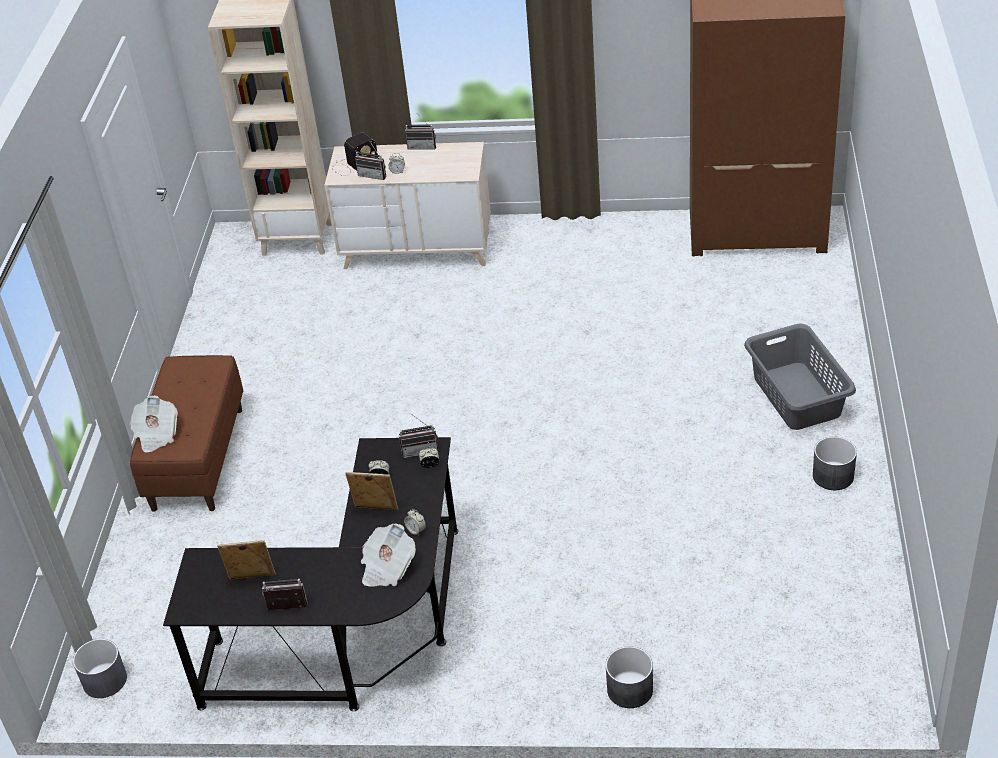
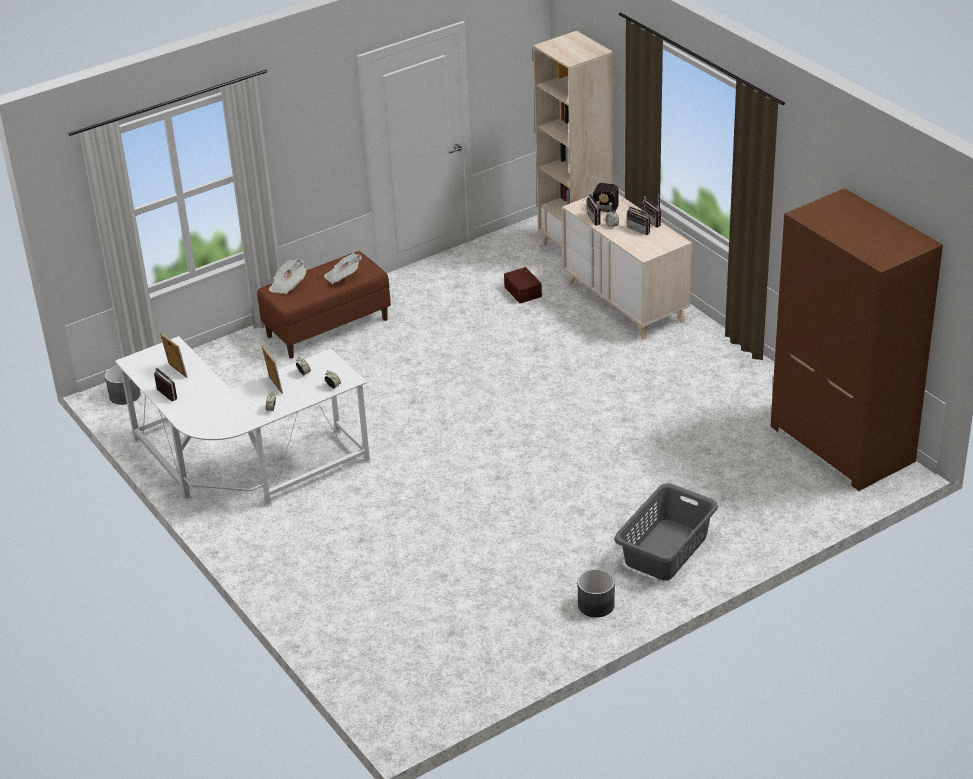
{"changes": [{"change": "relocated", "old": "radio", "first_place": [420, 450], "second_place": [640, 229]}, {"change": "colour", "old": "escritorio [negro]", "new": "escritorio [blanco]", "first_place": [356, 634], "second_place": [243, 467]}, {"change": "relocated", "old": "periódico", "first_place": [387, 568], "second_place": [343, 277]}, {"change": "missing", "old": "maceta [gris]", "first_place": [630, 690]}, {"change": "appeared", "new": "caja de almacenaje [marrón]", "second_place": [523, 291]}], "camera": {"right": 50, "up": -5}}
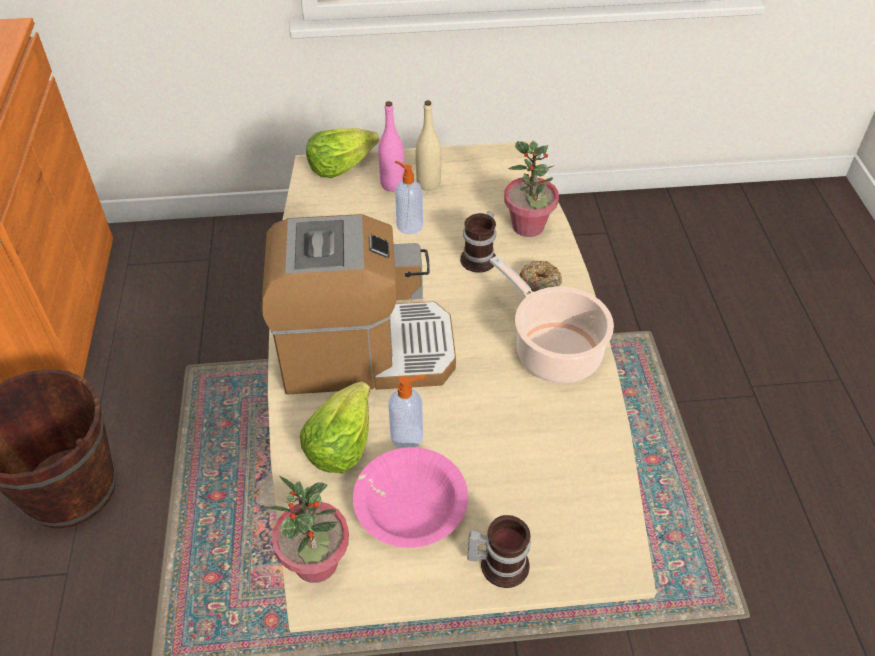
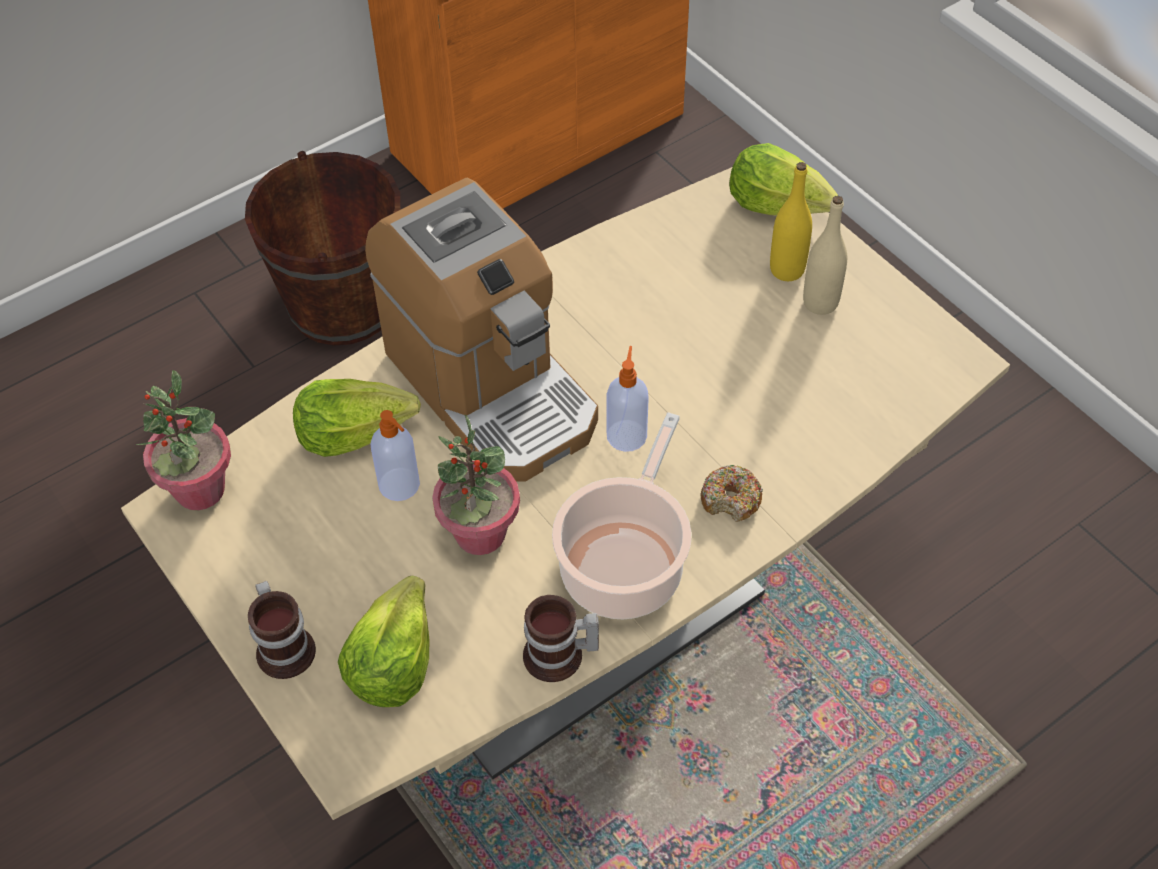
{"changes": [{"change": "colour", "old": "botella [rosa]", "new": "botella [amarillo]", "first_place": [392, 185], "second_place": [787, 270]}, {"change": "relocated", "old": "planta en maceta", "first_place": [528, 226], "second_place": [480, 534]}, {"change": "relocated", "old": "dispensador de jabón", "first_place": [408, 225], "second_place": [626, 434]}, {"change": "relocated", "old": "taza grande", "first_place": [481, 257], "second_place": [559, 658]}, {"change": "missing", "old": "cuenco [rosa]", "first_place": [410, 506]}, {"change": "appeared", "new": "lechuga", "second_place": [392, 661]}], "camera": {"right": 60, "up": 5}}
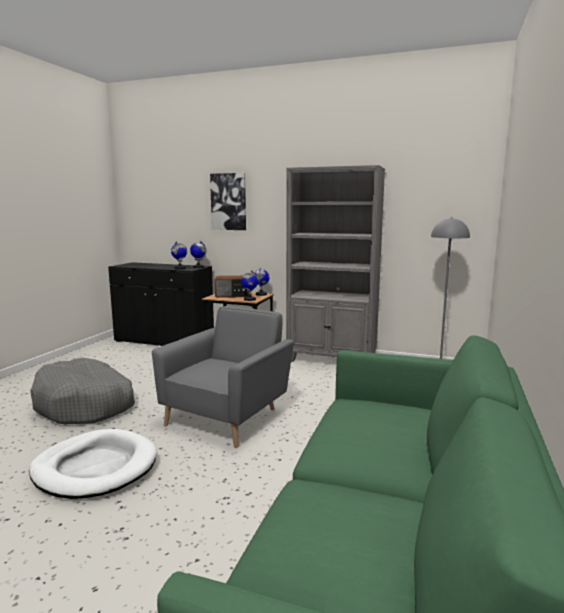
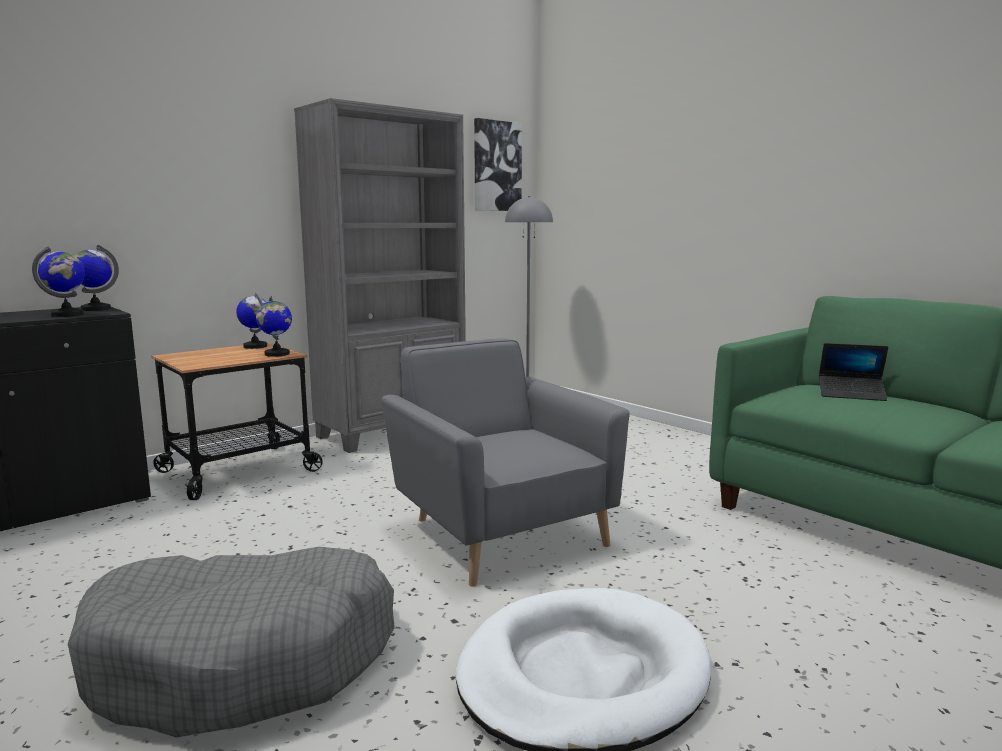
{"changes": [{"change": "relocated", "old": "cuadro", "first_place": [228, 202], "second_place": [496, 166]}, {"change": "missing", "old": "radio", "first_place": [232, 295]}, {"change": "appeared", "new": "portátil", "second_place": [851, 394]}], "camera": {"right": -60, "up": 0}}
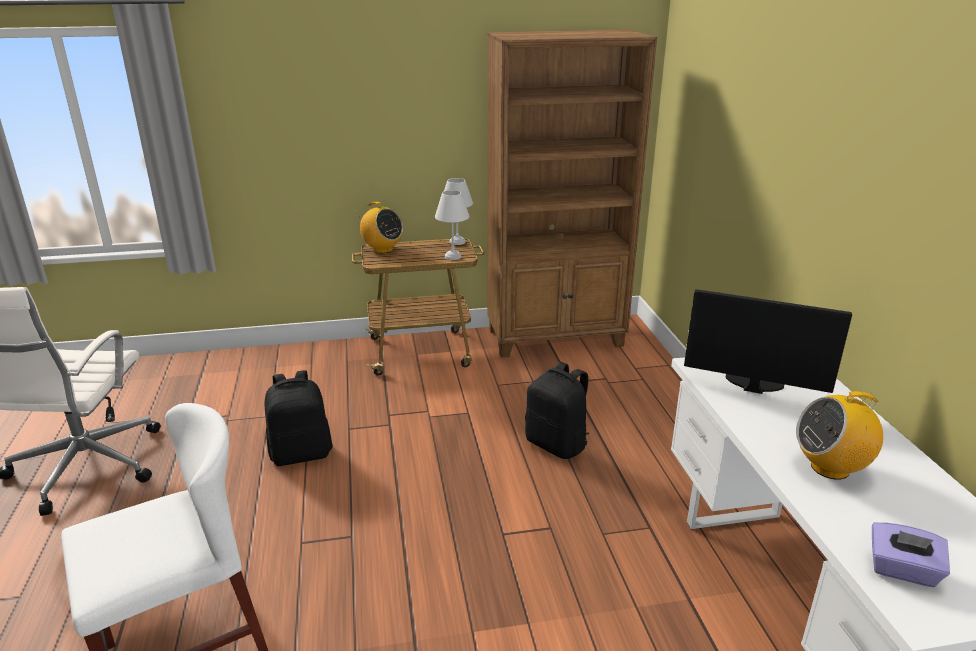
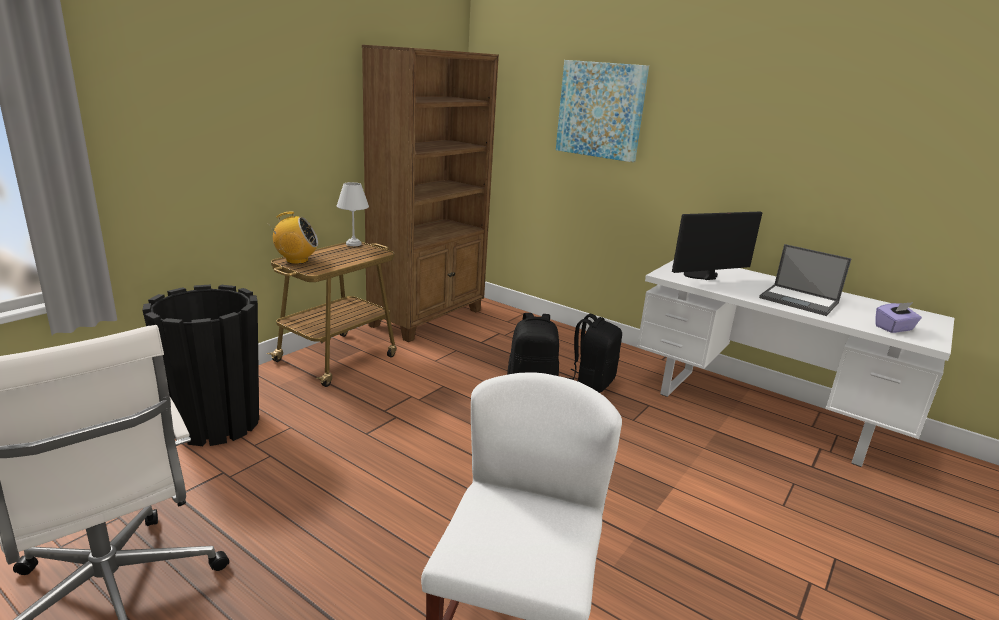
{"changes": [{"change": "missing", "old": "lámpara de mesa [blanco]", "first_place": [453, 256]}, {"change": "relocated", "old": "mochila [negro]", "first_place": [301, 453], "second_place": [591, 383]}, {"change": "exchanged", "old": "radio", "new": "portátil", "first_place": [830, 467], "second_place": [800, 300]}, {"change": "appeared", "new": "cuadro", "second_place": [600, 110]}, {"change": "appeared", "new": "maceta [negro]", "second_place": [216, 423]}], "camera": {"right": -45, "up": -5}}
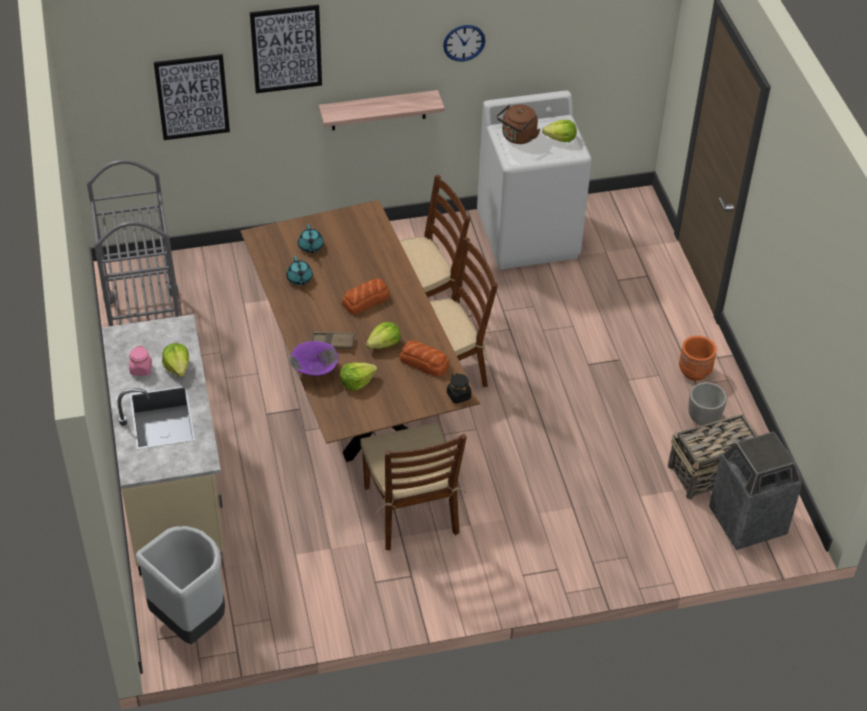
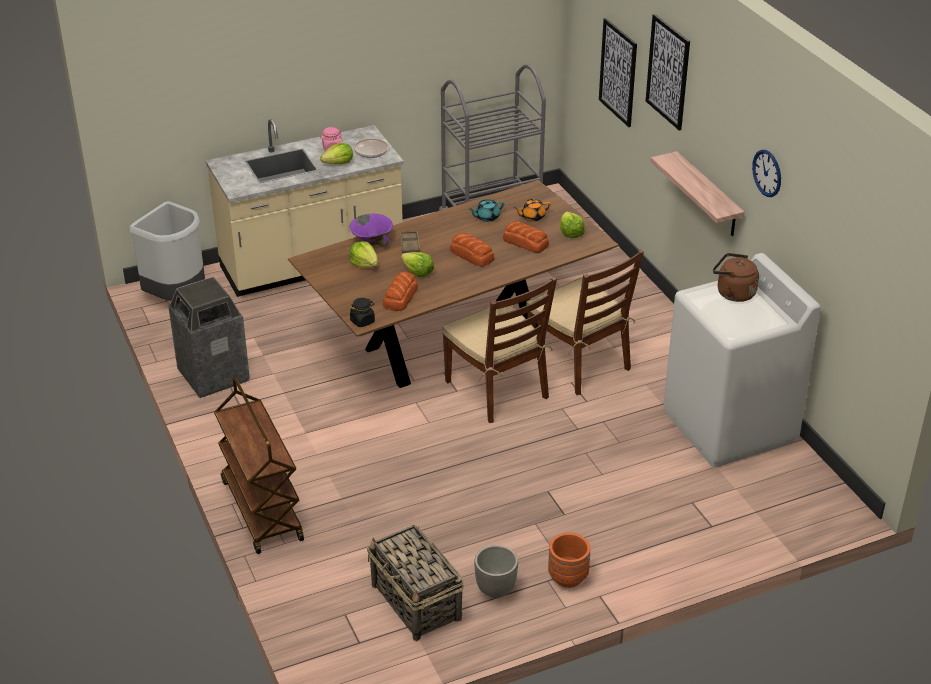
{"changes": [{"change": "relocated", "old": "lechuga", "first_place": [560, 139], "second_place": [570, 233]}, {"change": "colour", "old": "tetera [turquesa]", "new": "tetera [naranja]", "first_place": [310, 247], "second_place": [532, 217]}, {"change": "missing", "old": "silla [marrón]", "first_place": [411, 510]}, {"change": "relocated", "old": "papelera", "first_place": [747, 522], "second_place": [213, 375]}, {"change": "appeared", "new": "sartén", "second_place": [370, 150]}, {"change": "appeared", "new": "pan", "second_place": [525, 242]}, {"change": "appeared", "new": "carrito [marrón]", "second_place": [261, 509]}], "camera": {"right": 80, "up": -10}}
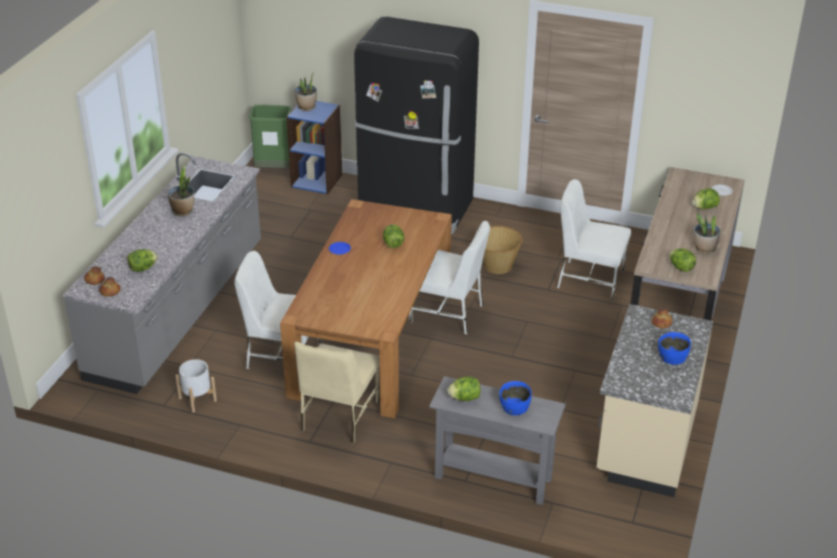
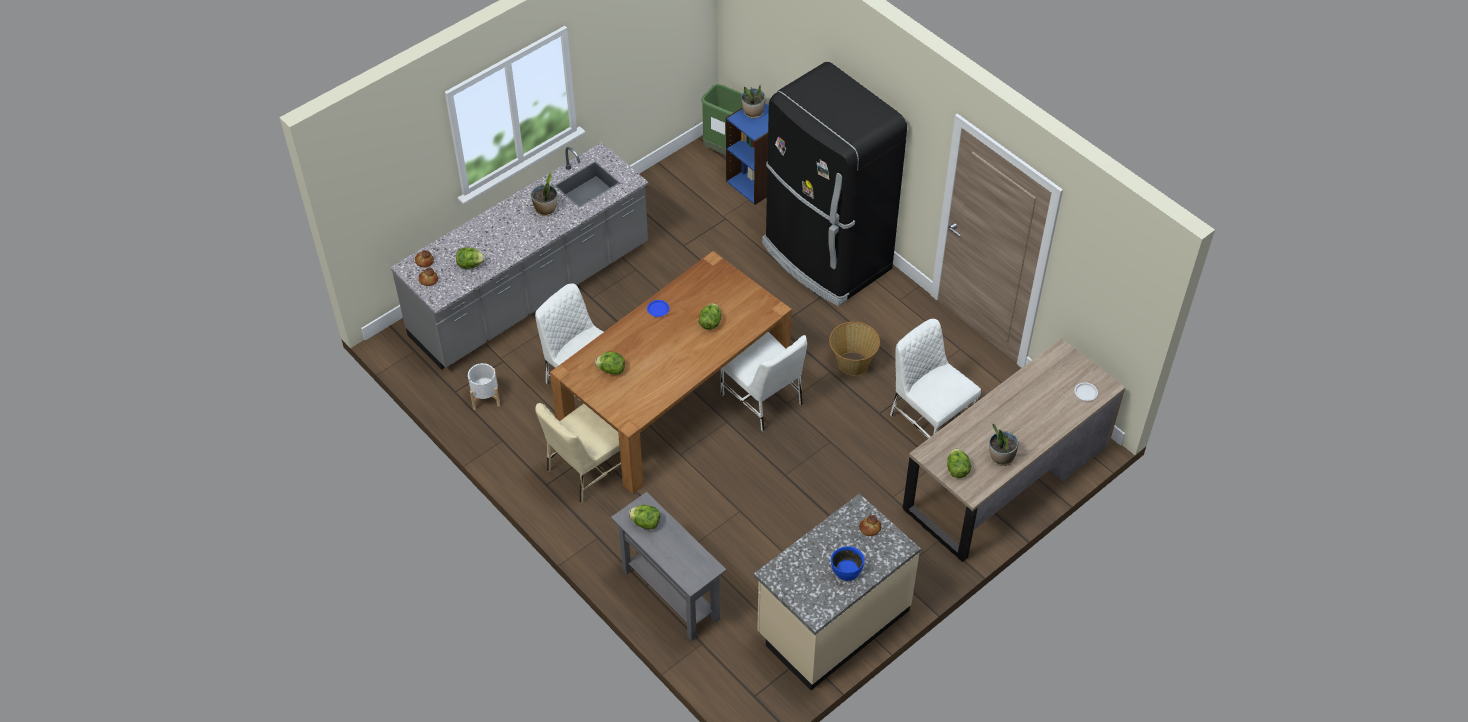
{"changes": [{"change": "relocated", "old": "lechuga", "first_place": [704, 208], "second_place": [611, 370]}, {"change": "missing", "old": "cuenco [azul]", "first_place": [514, 407]}], "camera": {"right": 30, "up": 15}}
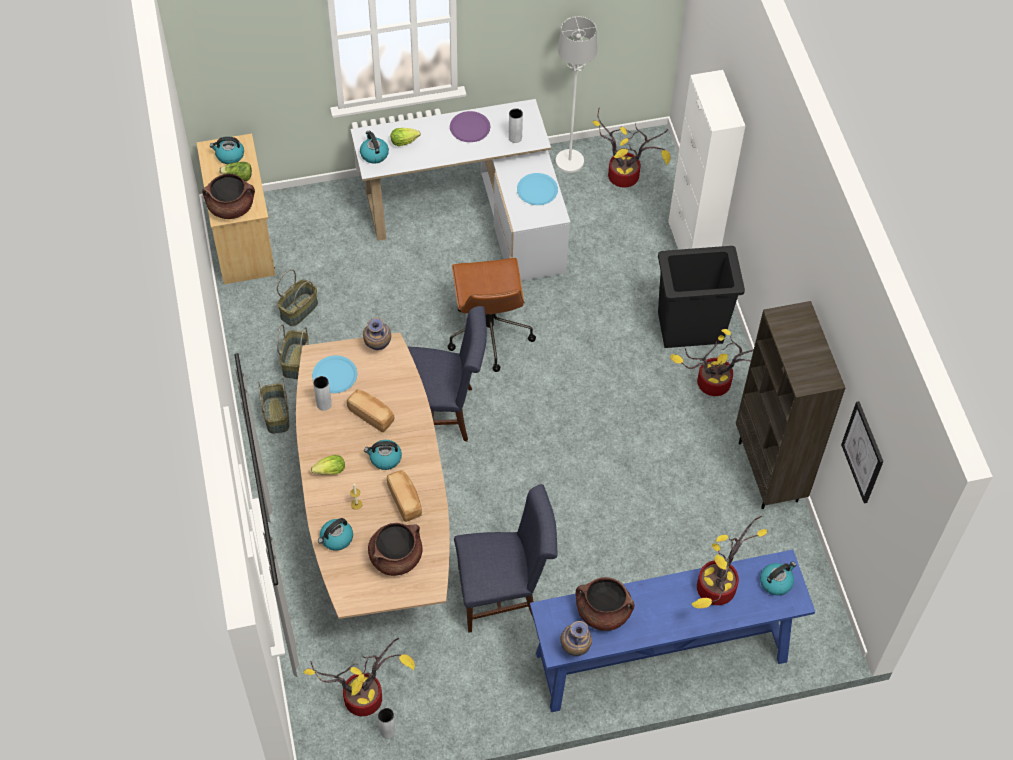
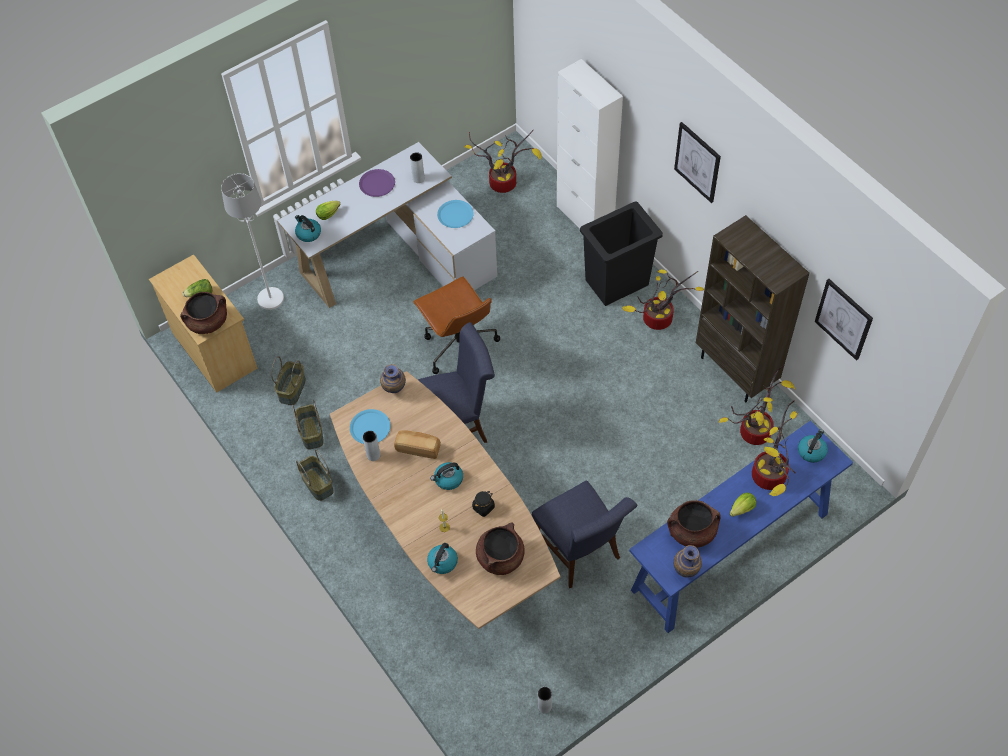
{"changes": [{"change": "relocated", "old": "lámpara de pie [blanco]", "first_place": [569, 162], "second_place": [271, 299]}, {"change": "missing", "old": "hervidor", "first_place": [229, 156]}, {"change": "relocated", "old": "lechuga", "first_place": [328, 471], "second_place": [740, 510]}, {"change": "exchanged", "old": "pan", "new": "tarro [negro]", "first_place": [405, 500], "second_place": [483, 507]}, {"change": "spun", "old": "silla [azul]", "first_place": [504, 593], "second_place": [580, 553], "degrees": 90}, {"change": "relocated", "old": "planta en maceta", "first_place": [365, 696], "second_place": [755, 430]}, {"change": "appeared", "new": "cuadro", "second_place": [697, 162]}], "camera": {"right": -20, "up": 0}}
